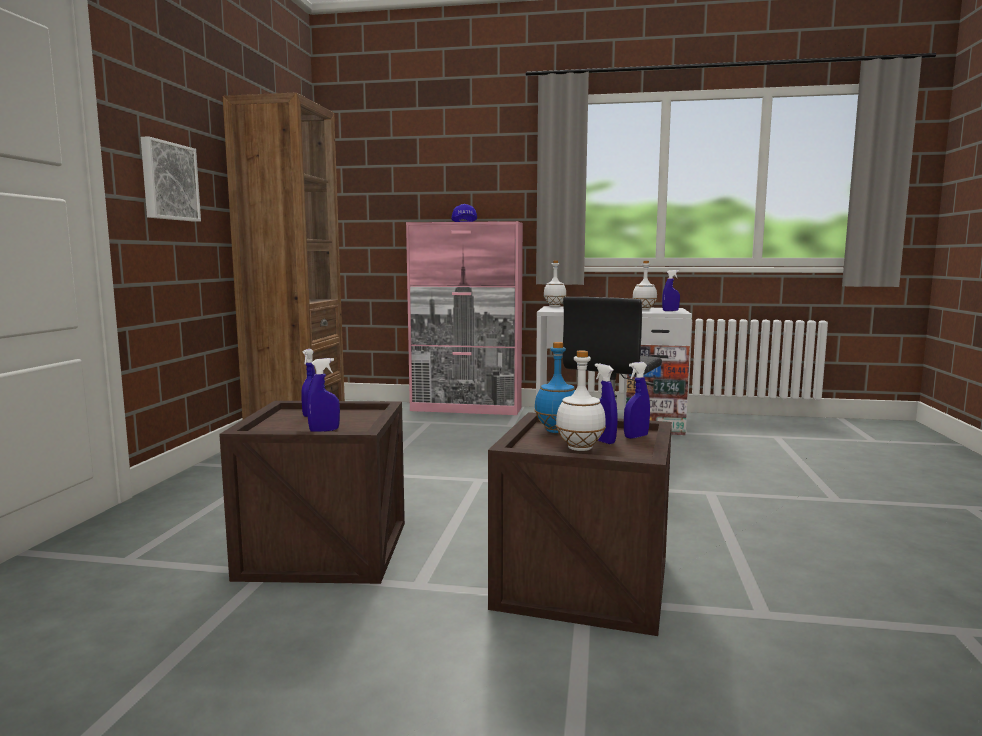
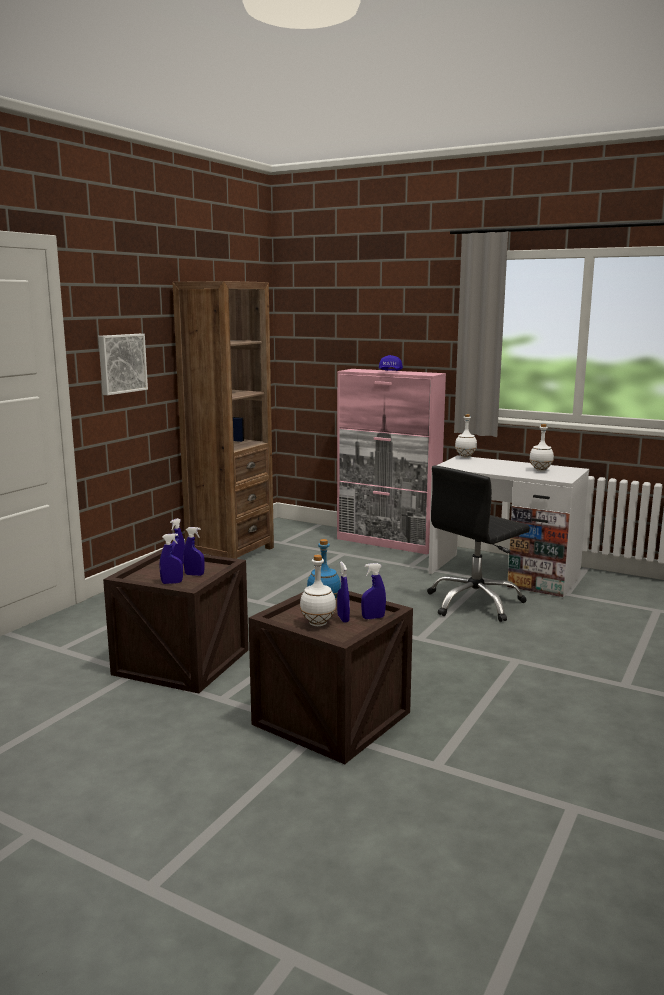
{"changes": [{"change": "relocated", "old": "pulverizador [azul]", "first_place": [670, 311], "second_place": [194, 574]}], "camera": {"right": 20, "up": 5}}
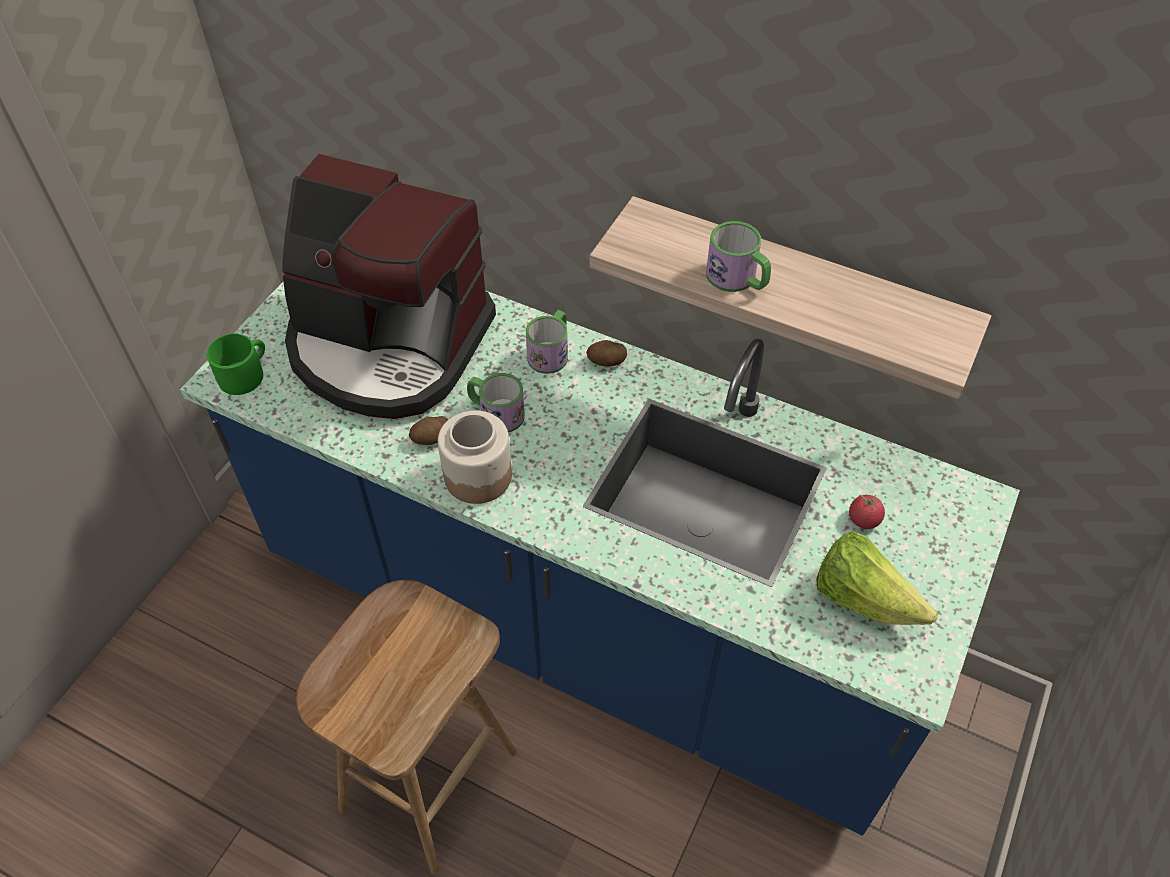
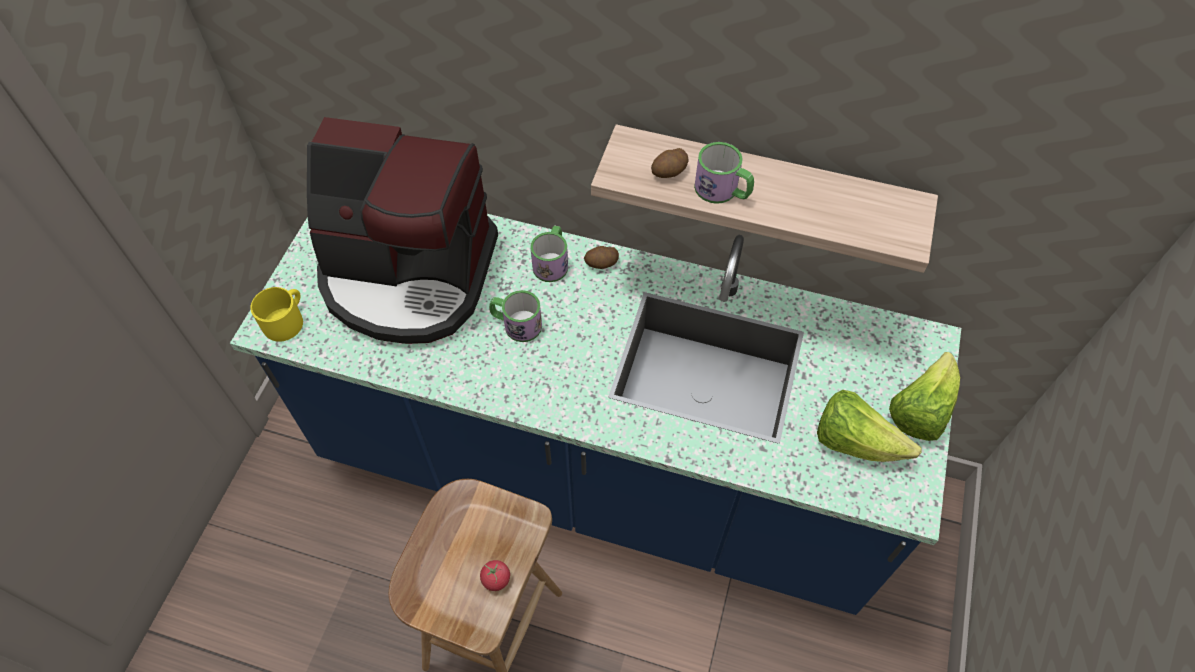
{"changes": [{"change": "colour", "old": "taza grande [verde]", "new": "taza grande [amarillo]", "first_place": [245, 374], "second_place": [286, 320]}, {"change": "missing", "old": "tarro", "first_place": [478, 475]}, {"change": "relocated", "old": "patata", "first_place": [431, 438], "second_place": [669, 172]}, {"change": "relocated", "old": "tomate", "first_place": [864, 519], "second_place": [496, 579]}, {"change": "appeared", "new": "lechuga", "second_place": [919, 411]}], "camera": {"right": -10, "up": 5}}
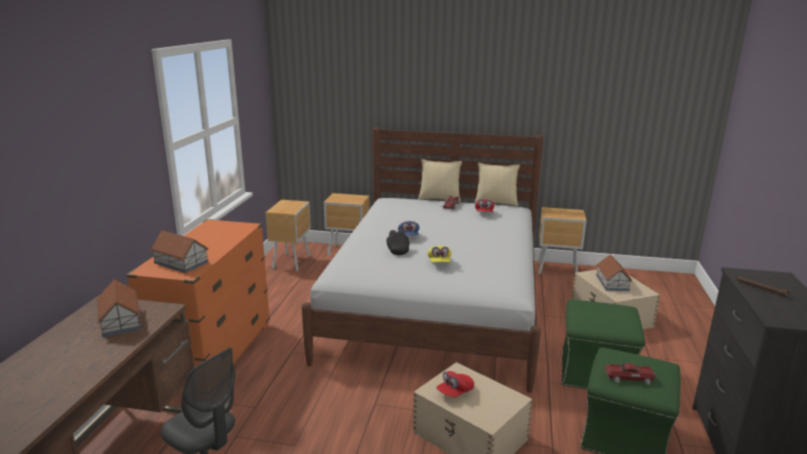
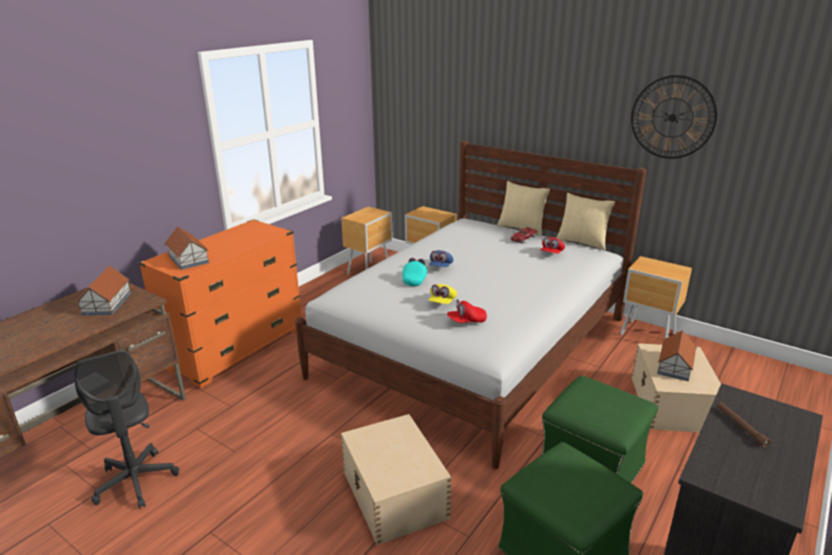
{"changes": [{"change": "colour", "old": "gorra [negro]", "new": "gorra [turquesa]", "first_place": [397, 249], "second_place": [415, 279]}, {"change": "missing", "old": "coche de juguete", "first_place": [629, 377]}, {"change": "relocated", "old": "gorra [rojo]", "first_place": [455, 392], "second_place": [466, 321]}, {"change": "appeared", "new": "reloj de pared", "second_place": [672, 117]}], "camera": {"right": 25, "up": 5}}
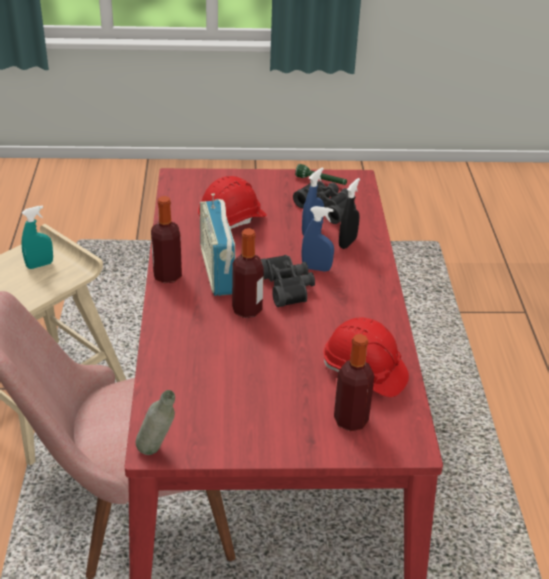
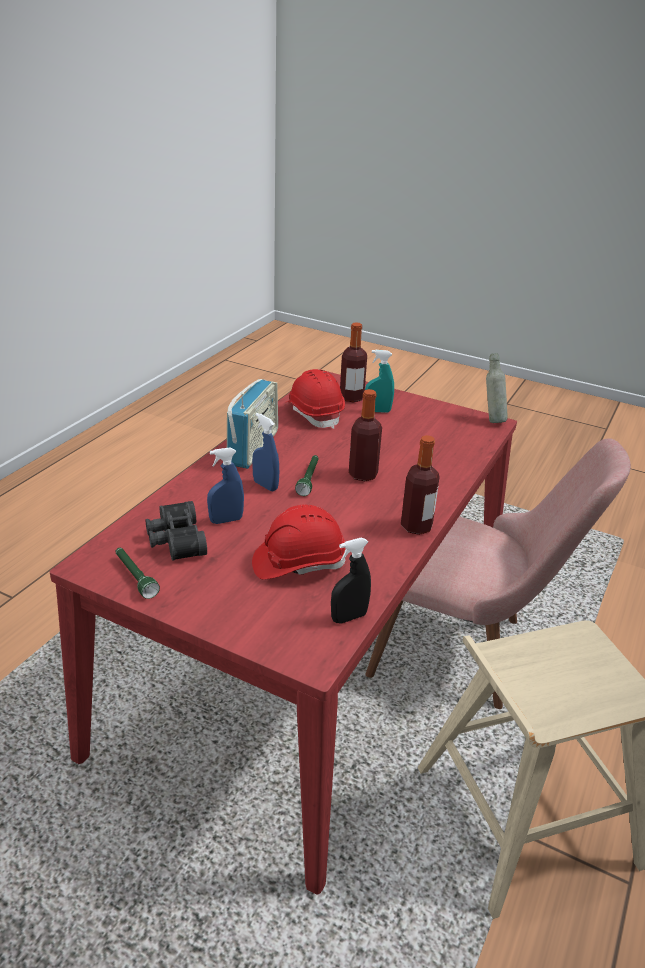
{"changes": [{"change": "relocated", "old": "pulverizador [negro]", "first_place": [347, 243], "second_place": [349, 617]}, {"change": "relocated", "old": "radio", "first_place": [217, 271], "second_place": [253, 448]}, {"change": "relocated", "old": "pulverizador [turquesa]", "first_place": [40, 265], "second_place": [377, 411]}, {"change": "exchanged", "old": "prismáticos [negro]", "new": "linterna [verde]", "first_place": [288, 287], "second_place": [309, 479]}], "camera": {"right": -150, "up": -5}}
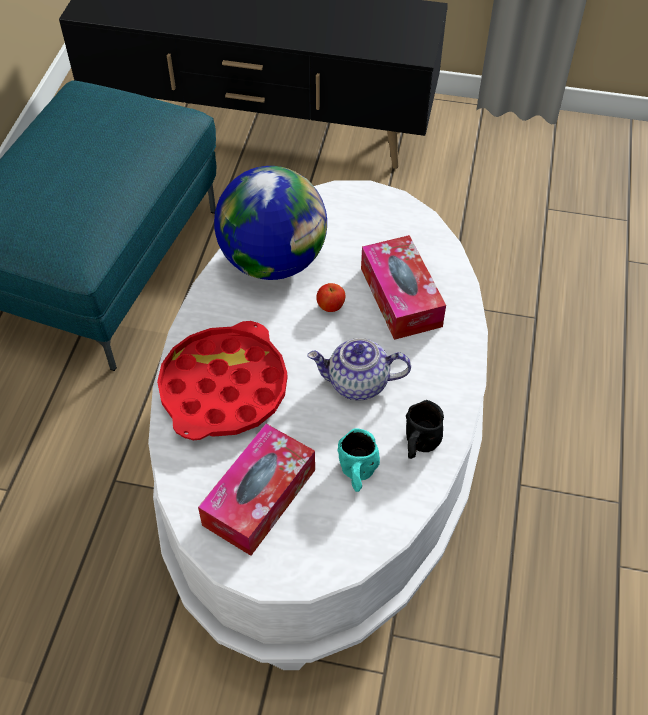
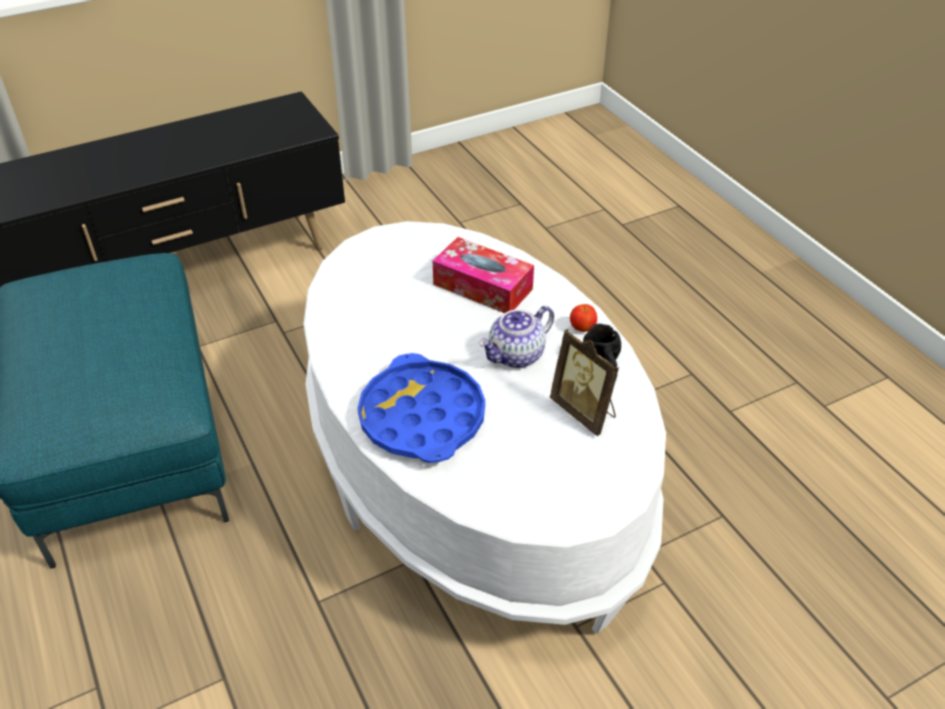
{"changes": [{"change": "missing", "old": "globo terráqueo", "first_place": [273, 261]}, {"change": "relocated", "old": "manzana", "first_place": [331, 307], "second_place": [582, 328]}, {"change": "colour", "old": "bandeja [rojo]", "new": "bandeja [azul]", "first_place": [223, 388], "second_place": [422, 417]}, {"change": "missing", "old": "caja de pañuelos", "first_place": [259, 497]}, {"change": "exchanged", "old": "taza grande [turquesa]", "new": "portarretratos", "first_place": [358, 476], "second_place": [584, 411]}], "camera": {"right": -40, "up": -10}}
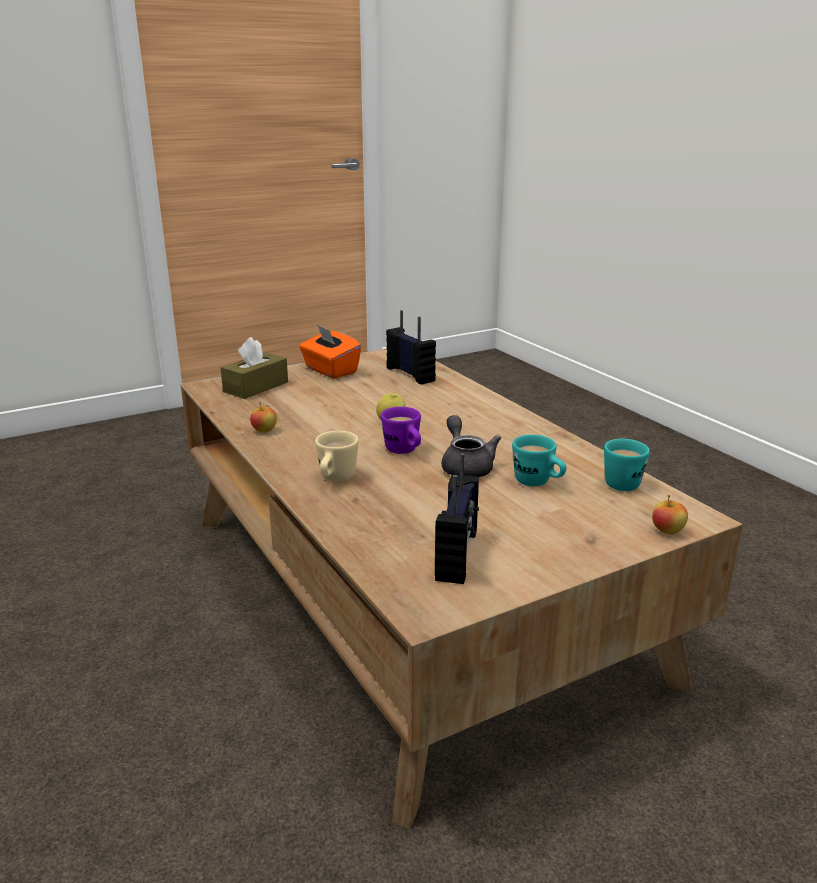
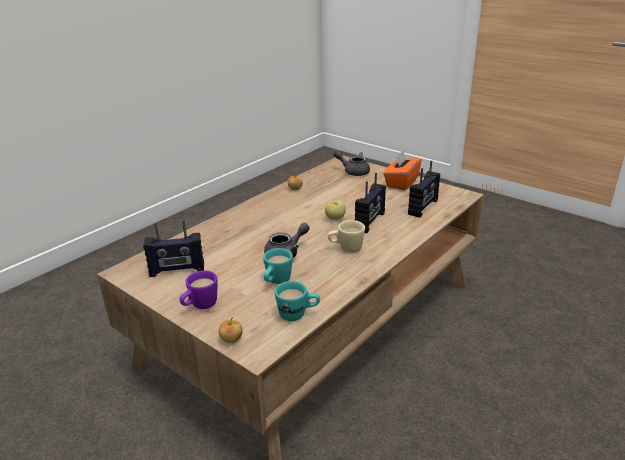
{"changes": [{"change": "exchanged", "old": "caja de pañuelos [marrón]", "new": "tetera [gris]", "first_place": [256, 387], "second_place": [353, 171]}, {"change": "relocated", "old": "taza grande [morado]", "first_place": [404, 452], "second_place": [200, 306]}, {"change": "relocated", "old": "taza grande [beis]", "first_place": [335, 480], "second_place": [346, 249]}, {"change": "appeared", "new": "radio", "second_place": [370, 221]}], "camera": {"right": 70, "up": 5}}
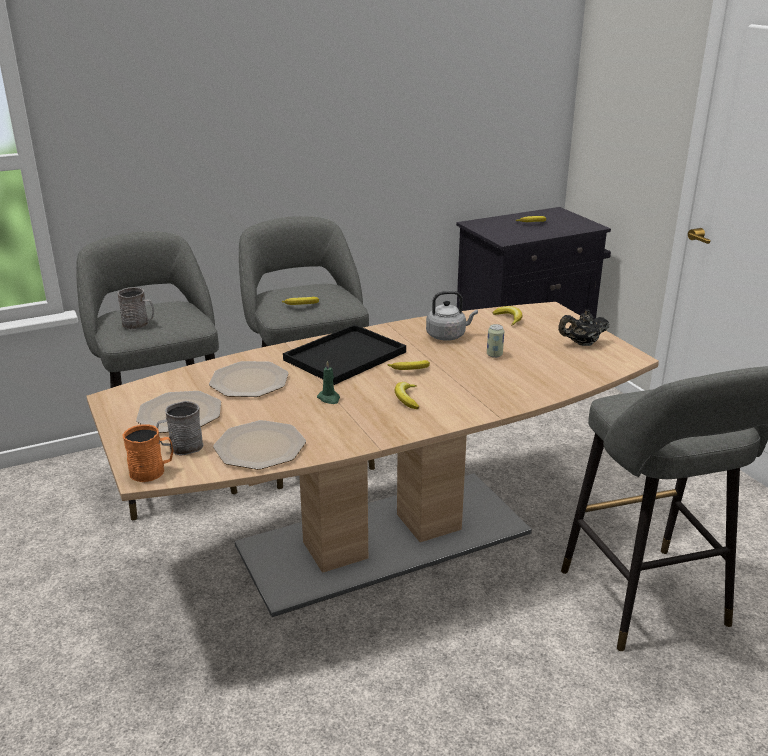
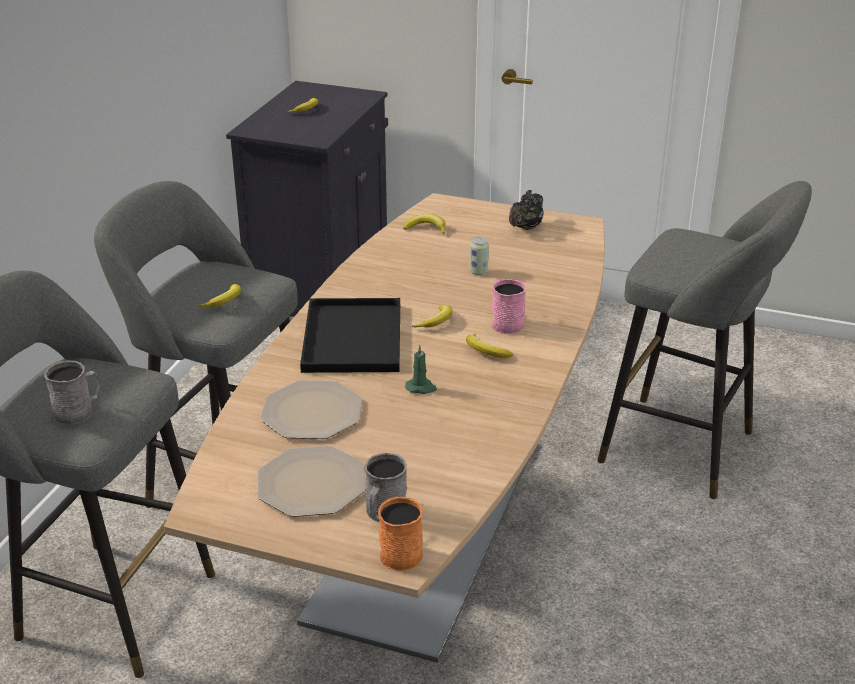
{"changes": [{"change": "missing", "old": "hervidor [gris]", "first_place": [448, 336]}, {"change": "missing", "old": "plato", "first_place": [260, 446]}, {"change": "appeared", "new": "taza grande [rosa]", "second_place": [509, 323]}], "camera": {"right": -45, "up": 5}}
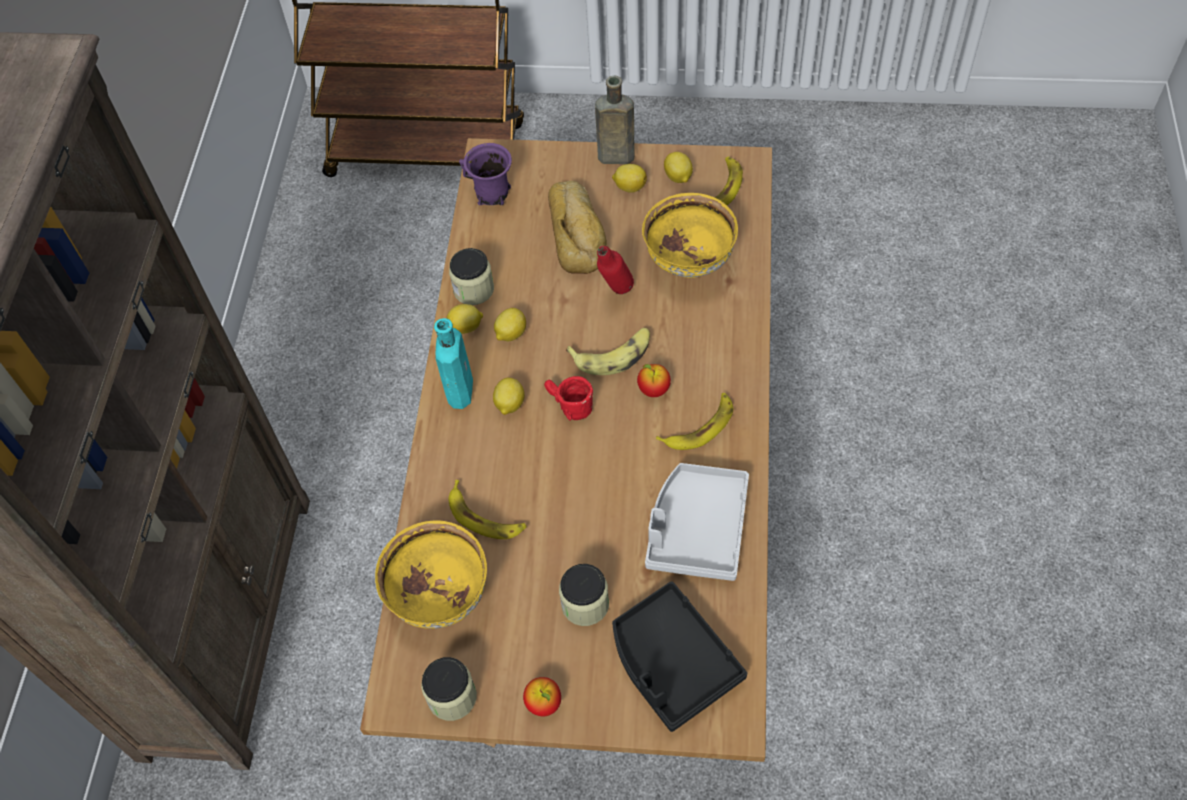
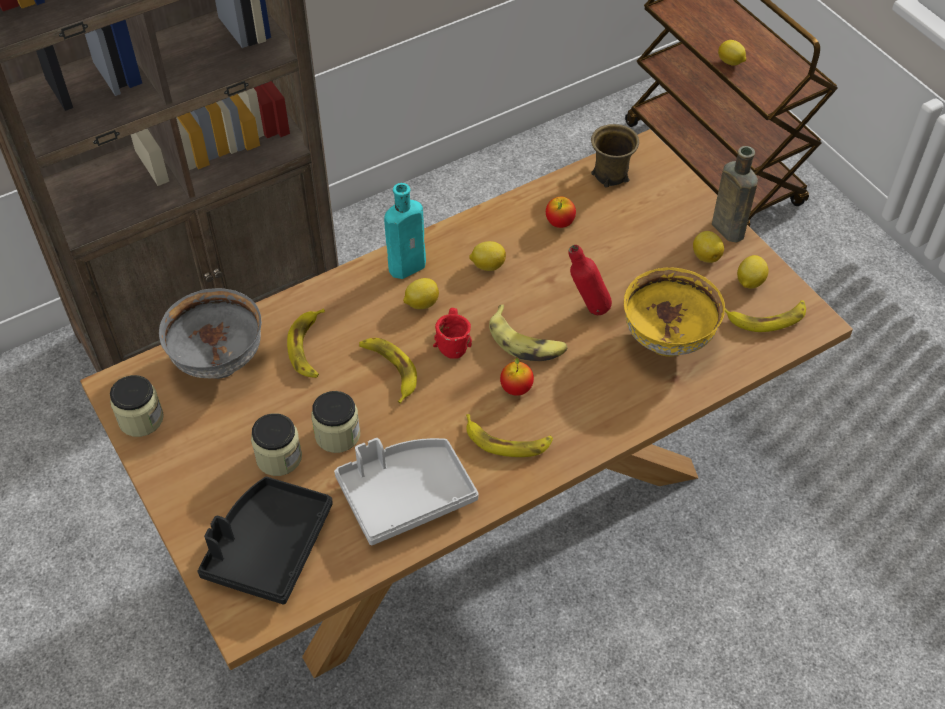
{"changes": [{"change": "colour", "old": "taza grande [morado]", "new": "taza grande [marrón]", "first_place": [492, 194], "second_place": [610, 175]}, {"change": "missing", "old": "pan", "first_place": [577, 232]}, {"change": "relocated", "old": "tarro", "first_place": [473, 289], "second_place": [337, 434]}, {"change": "relocated", "old": "limón", "first_place": [466, 327], "second_place": [730, 62]}, {"change": "colour", "old": "cuenco [amarillo]", "new": "cuenco [gris]", "first_place": [439, 597], "second_place": [218, 362]}, {"change": "relocated", "old": "manzana", "first_place": [544, 703], "second_place": [559, 223]}, {"change": "appeared", "new": "plátano", "second_place": [389, 370]}], "camera": {"right": 50, "up": -5}}
